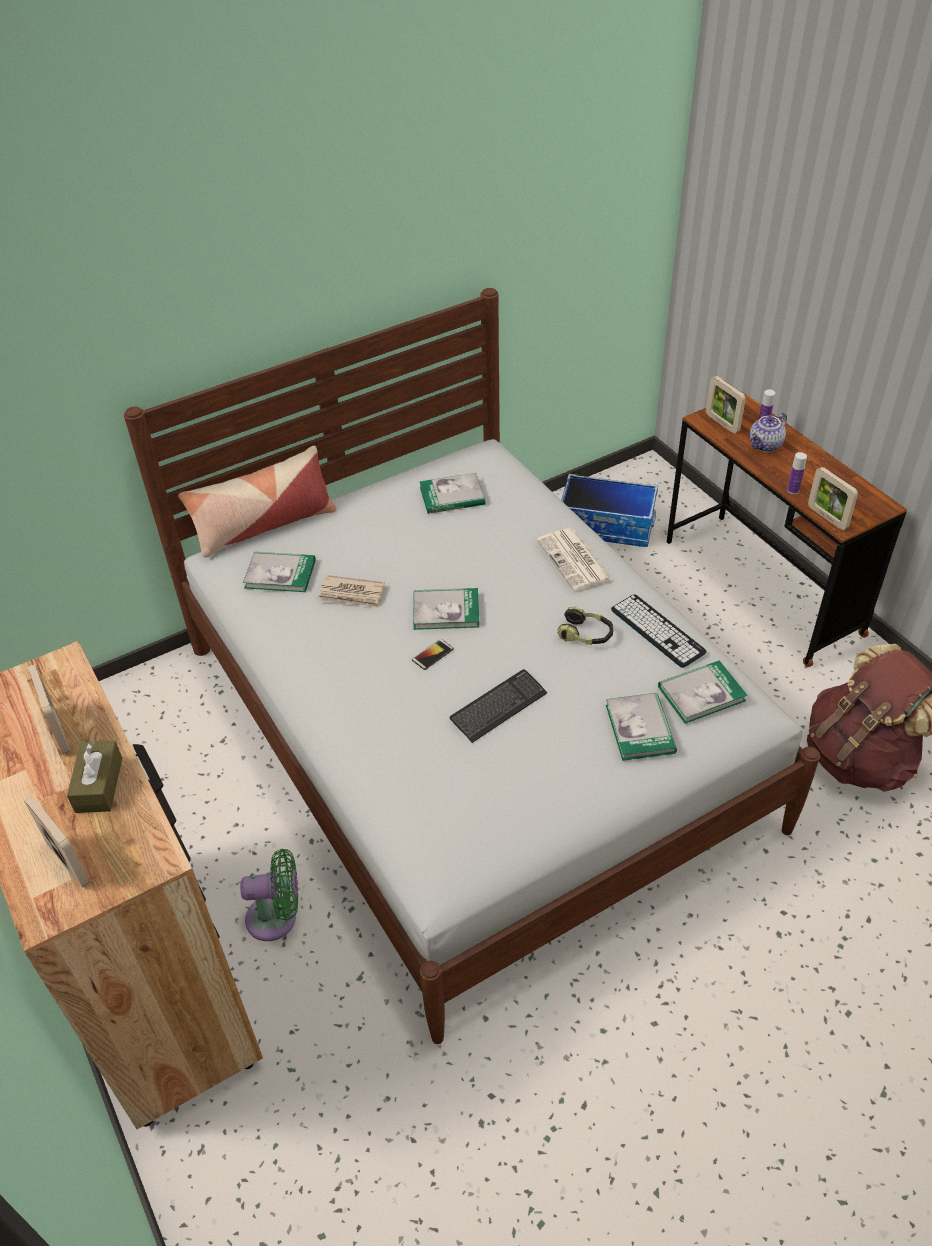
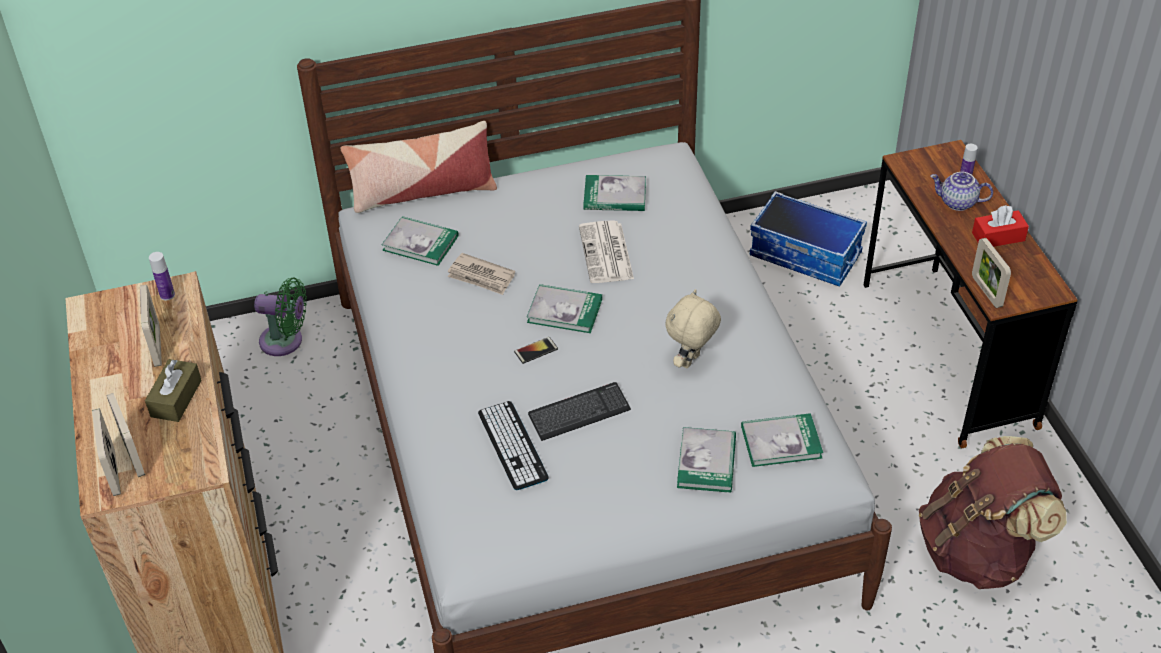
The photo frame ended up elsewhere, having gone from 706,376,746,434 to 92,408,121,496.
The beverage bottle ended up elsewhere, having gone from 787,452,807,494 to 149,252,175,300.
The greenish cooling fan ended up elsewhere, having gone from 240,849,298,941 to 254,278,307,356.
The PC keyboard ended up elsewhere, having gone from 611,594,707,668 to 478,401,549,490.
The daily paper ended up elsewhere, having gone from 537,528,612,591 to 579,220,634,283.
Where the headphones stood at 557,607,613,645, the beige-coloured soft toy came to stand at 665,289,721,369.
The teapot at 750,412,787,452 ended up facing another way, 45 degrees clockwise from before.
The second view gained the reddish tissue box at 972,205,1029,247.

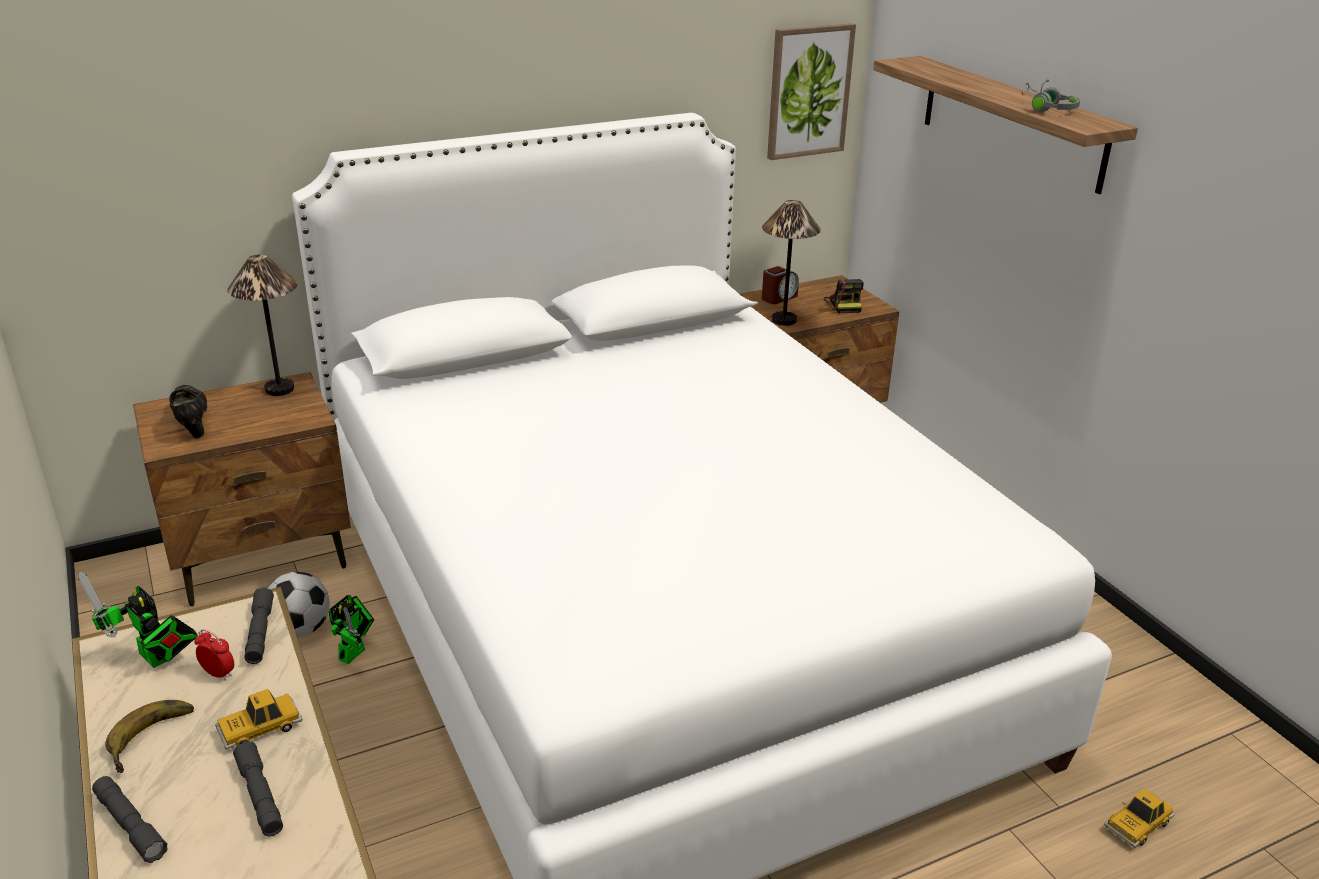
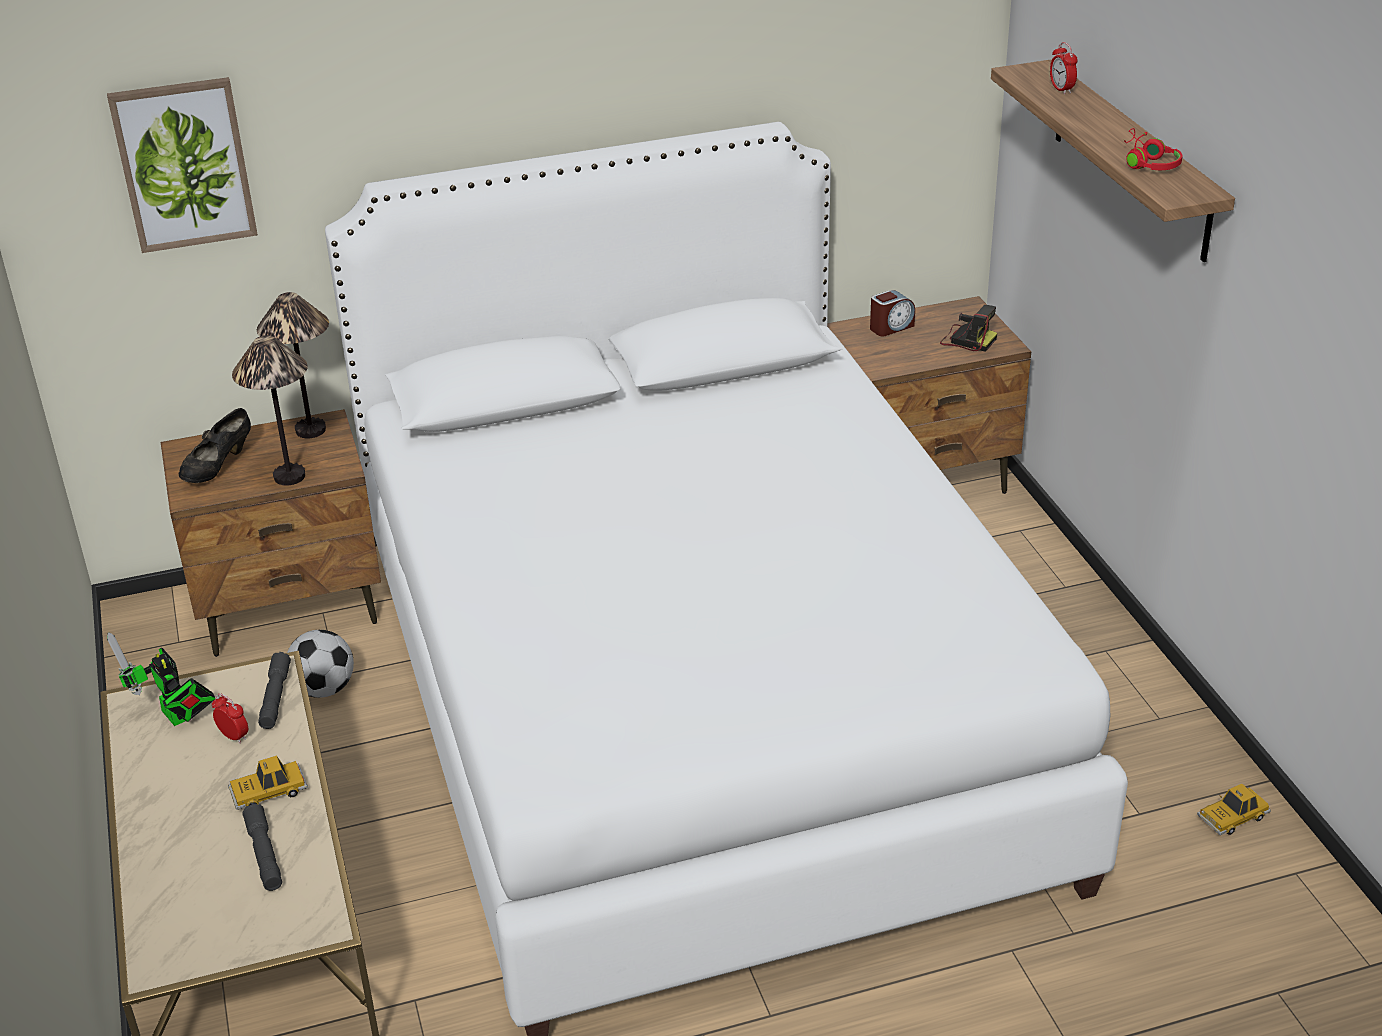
The wall art ended up elsewhere, having gone from 767,23,856,160 to 107,77,258,253.
The blackish low shoe at 169,385,207,438 ended up facing another way, 135 degrees counterclockwise from before.
The lamp for a table ended up elsewhere, having gone from 762,200,821,326 to 232,335,308,486.
The photo camera at 824,279,864,313 ended up facing another way, 60 degrees counterclockwise from before.
The second view gained the alarm clock at 1050,42,1078,94.
What was the greyish headphones at 1022,79,1080,112 turned into the reddish headphones at 1123,128,1183,170.
The model car ended up elsewhere, having gone from 1104,788,1175,848 to 1197,784,1271,835.
The second view lost the greyish hand torch at 92,776,168,863.
The second view lost the banana at 106,700,194,773.
The second view lost the robot figure at 329,595,374,664.

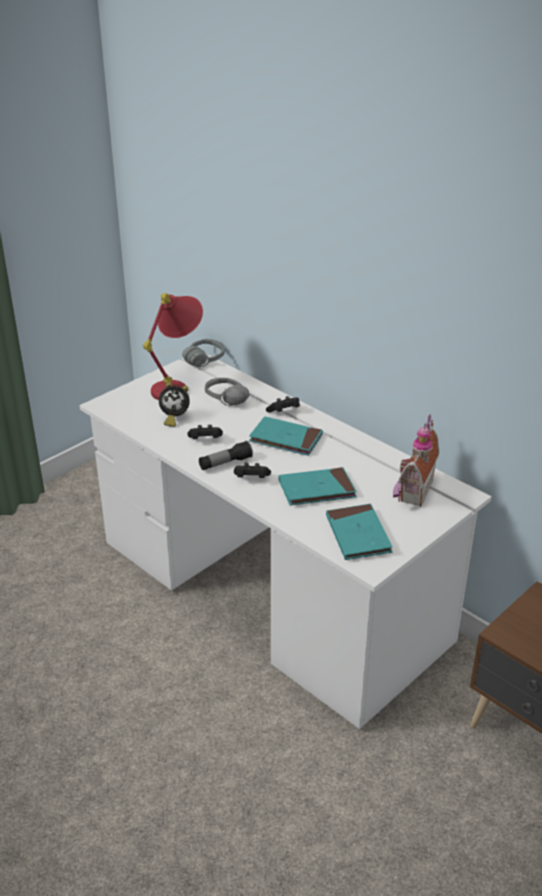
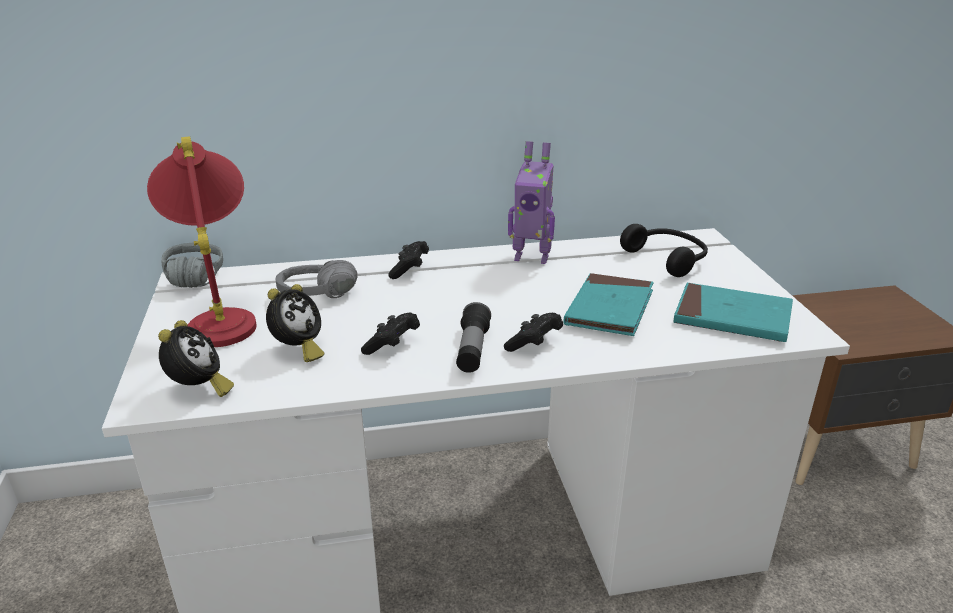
The second view gained the alarm clock at 158,320,234,397.
The second view gained the robot figure at 508,141,555,264.
Where the miniature house stood at 393,414,440,507, the blackish headphones came to stand at 620,224,708,277.
The second view lost the turquoise bound book at 249,416,323,456.

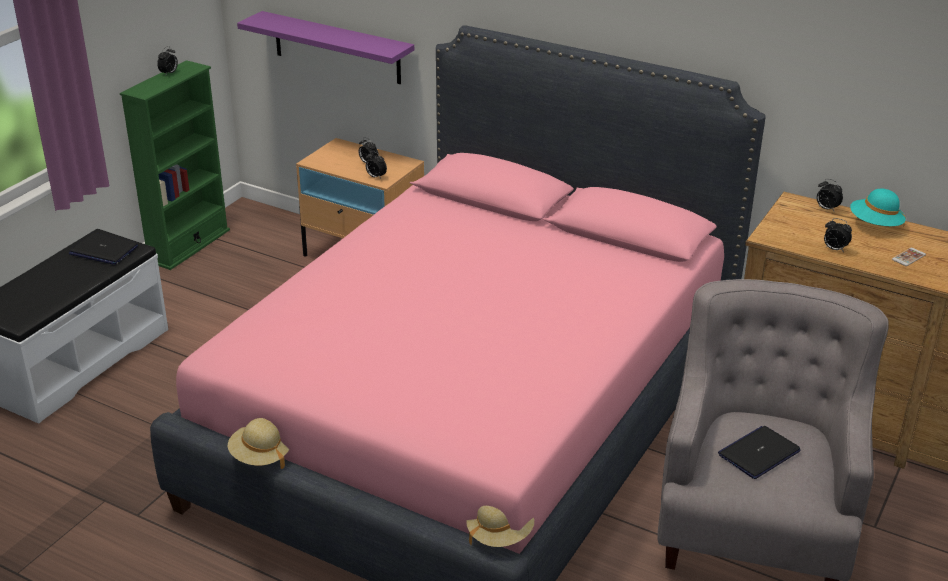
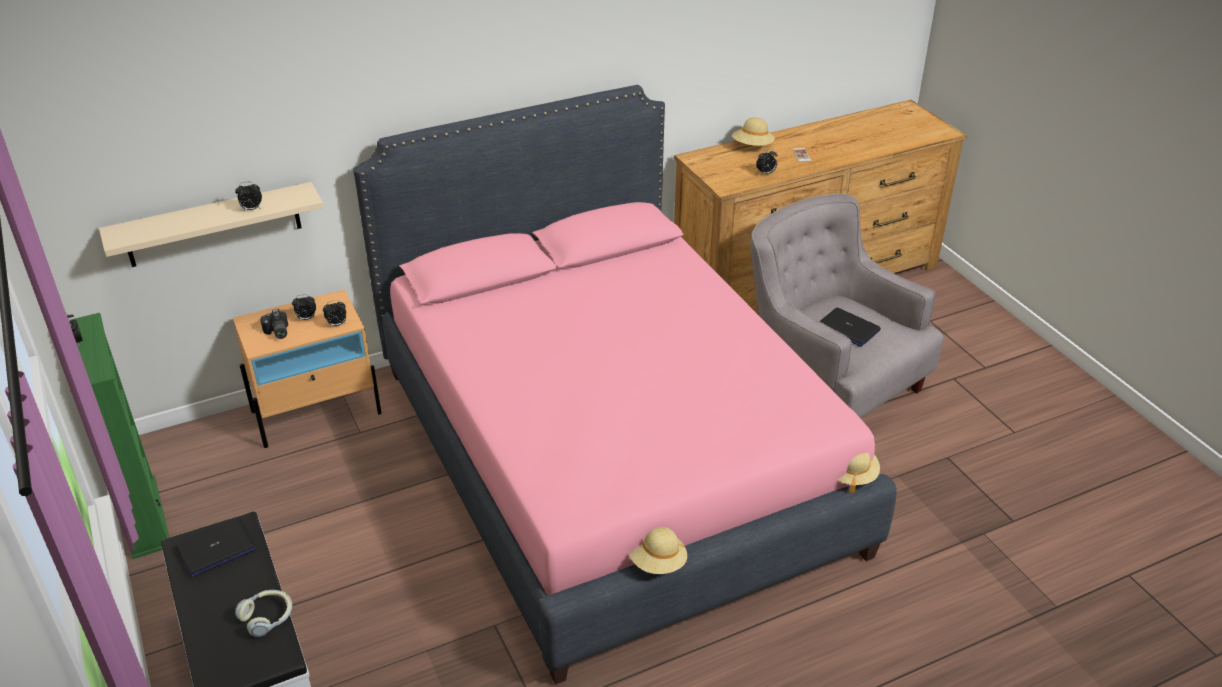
What was the purplish shelf at 237,11,414,84 turned into the beige-coloured shelf at 99,182,324,267.
The alarm clock ended up elsewhere, having gone from 816,179,843,211 to 235,182,262,210.
The second view gained the headphones at 235,590,292,637.
The second view gained the photo camera at 260,309,288,339.
What was the turquoise wearable hat at 850,188,906,227 turned into the beige-coloured wearable hat at 732,117,775,146.
The laptop at 718,426,801,479 ended up facing another way, 45 degrees counterclockwise from before.

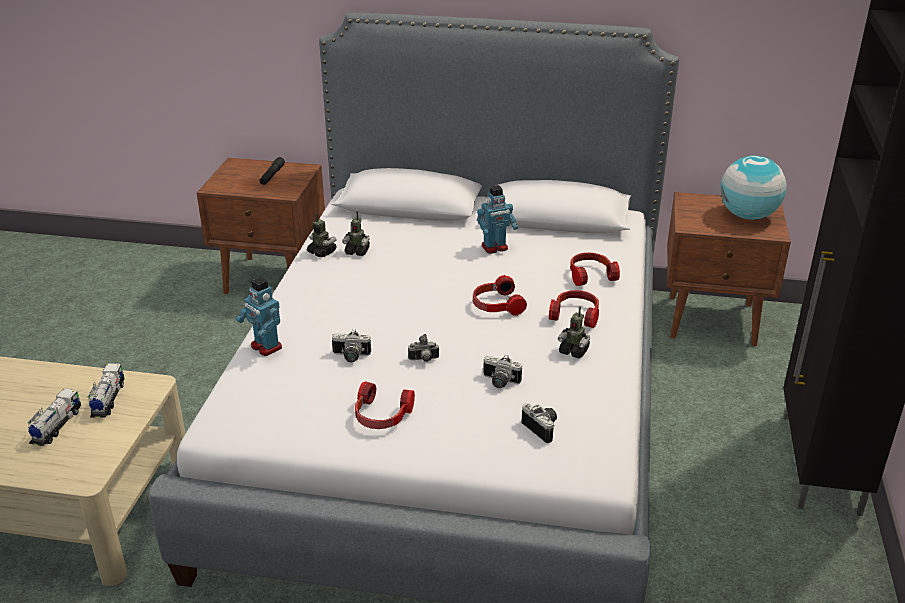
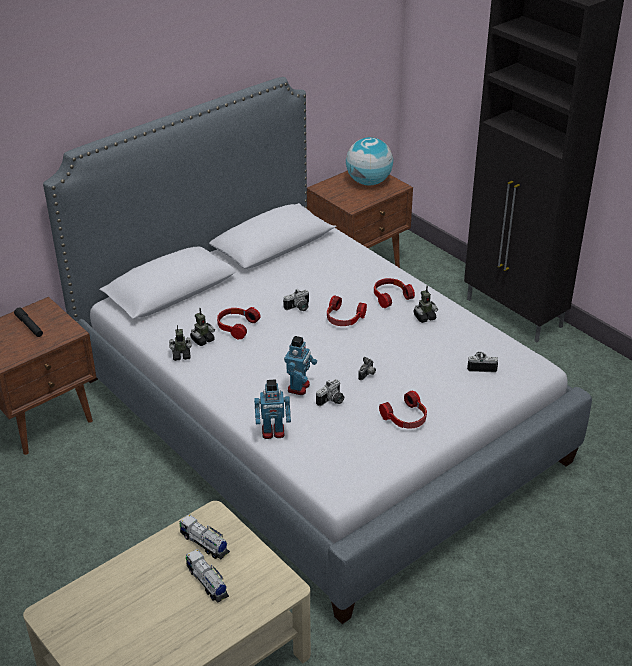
The headphones ended up elsewhere, having gone from 570,252,620,286 to 217,307,261,340.
The photo camera ended up elsewhere, having gone from 483,355,522,388 to 283,289,309,311.
The robot figure ended up elsewhere, having gone from 477,185,518,254 to 284,336,317,395.

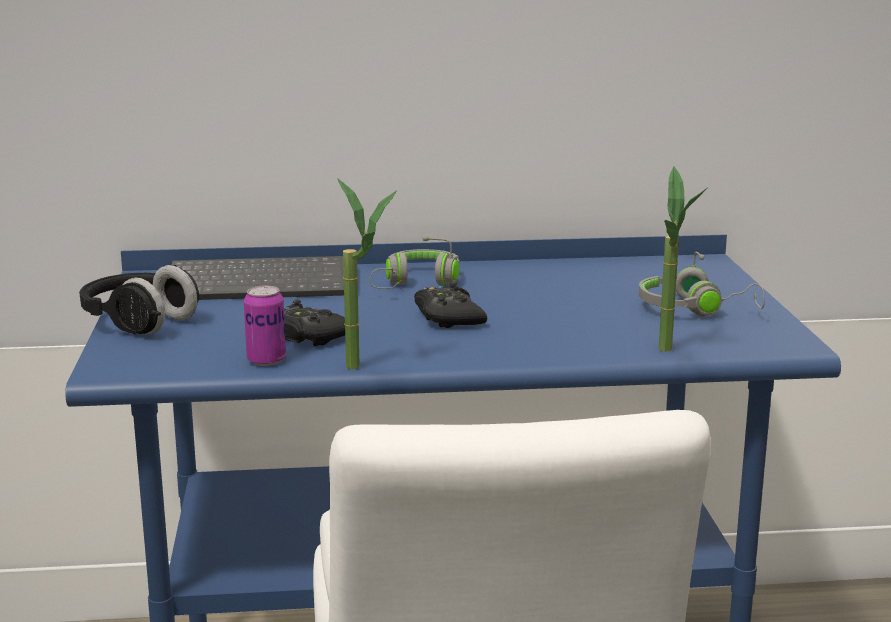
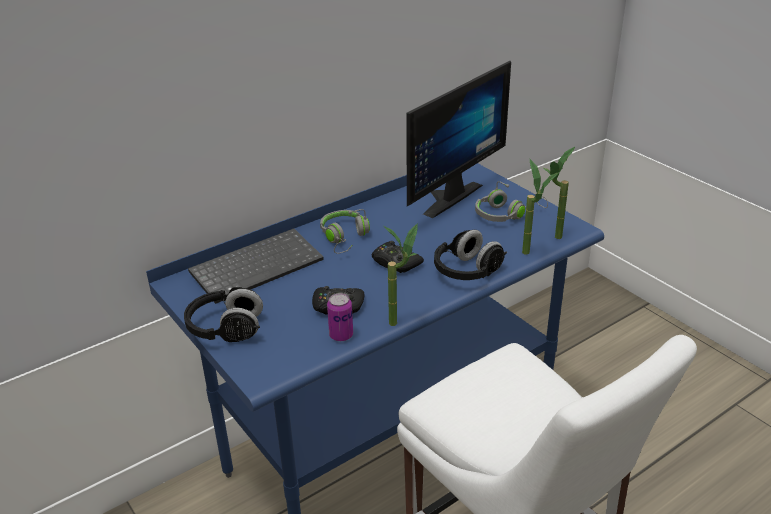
The second view gained the computer display at 406,61,511,218.
The second view gained the blackish headphones at 434,230,507,280.
The second view gained the potted plant at 544,147,575,239.

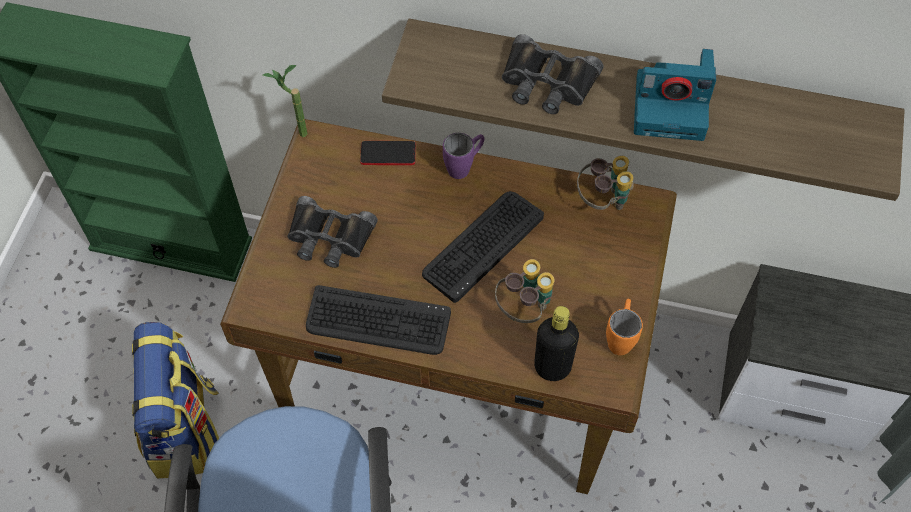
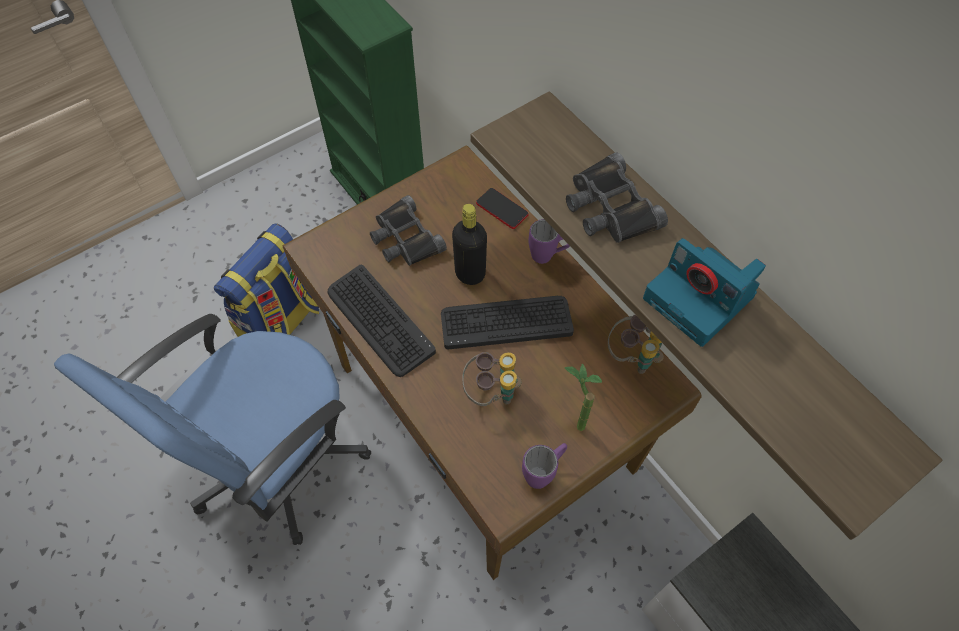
The blackish beverage bottle ended up elsewhere, having gone from 534,306,579,381 to 452,204,487,285.
What was the orange coffee mug at 606,299,643,355 turned into the purplish coffee mug at 522,443,567,489.
The potted plant ended up elsewhere, having gone from 263,65,307,137 to 564,363,602,431.

